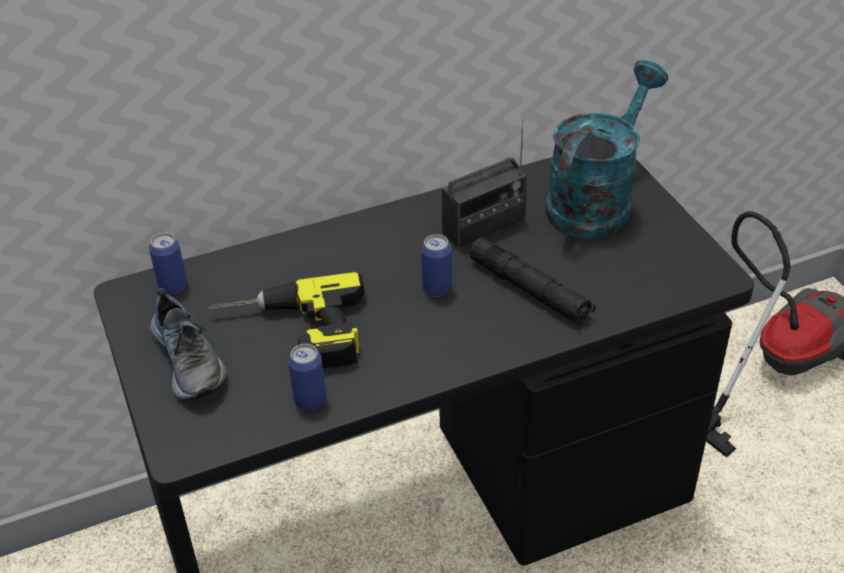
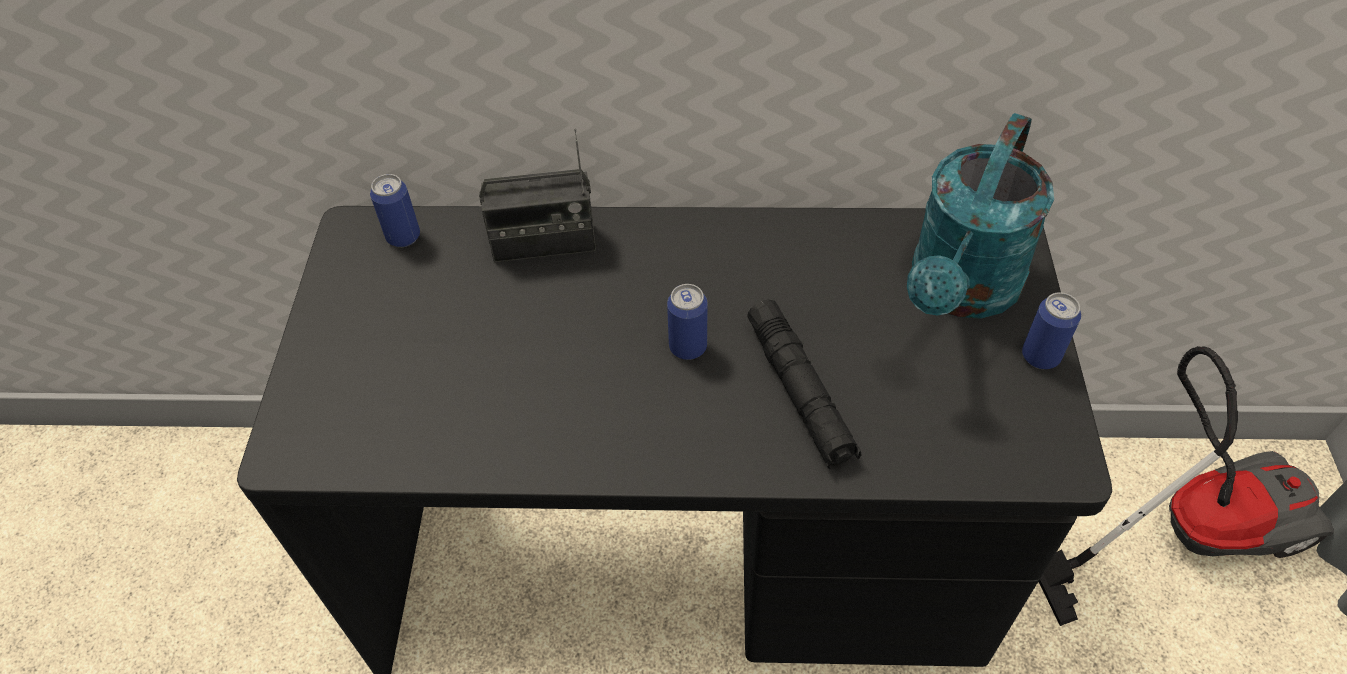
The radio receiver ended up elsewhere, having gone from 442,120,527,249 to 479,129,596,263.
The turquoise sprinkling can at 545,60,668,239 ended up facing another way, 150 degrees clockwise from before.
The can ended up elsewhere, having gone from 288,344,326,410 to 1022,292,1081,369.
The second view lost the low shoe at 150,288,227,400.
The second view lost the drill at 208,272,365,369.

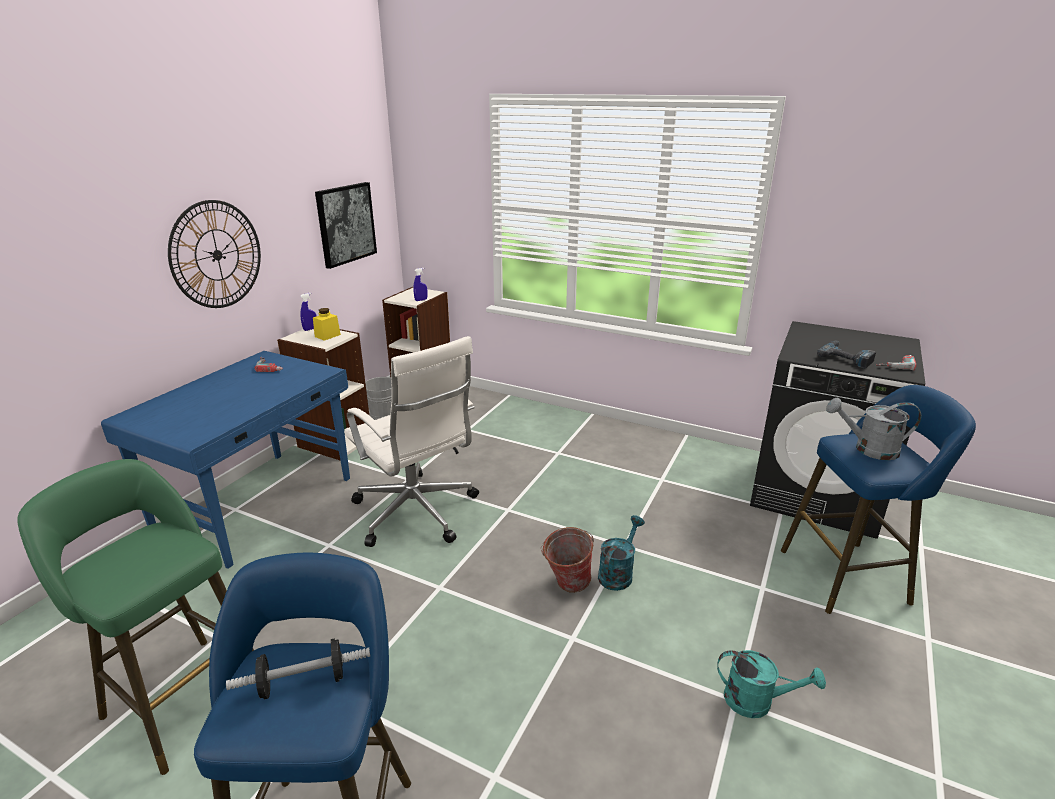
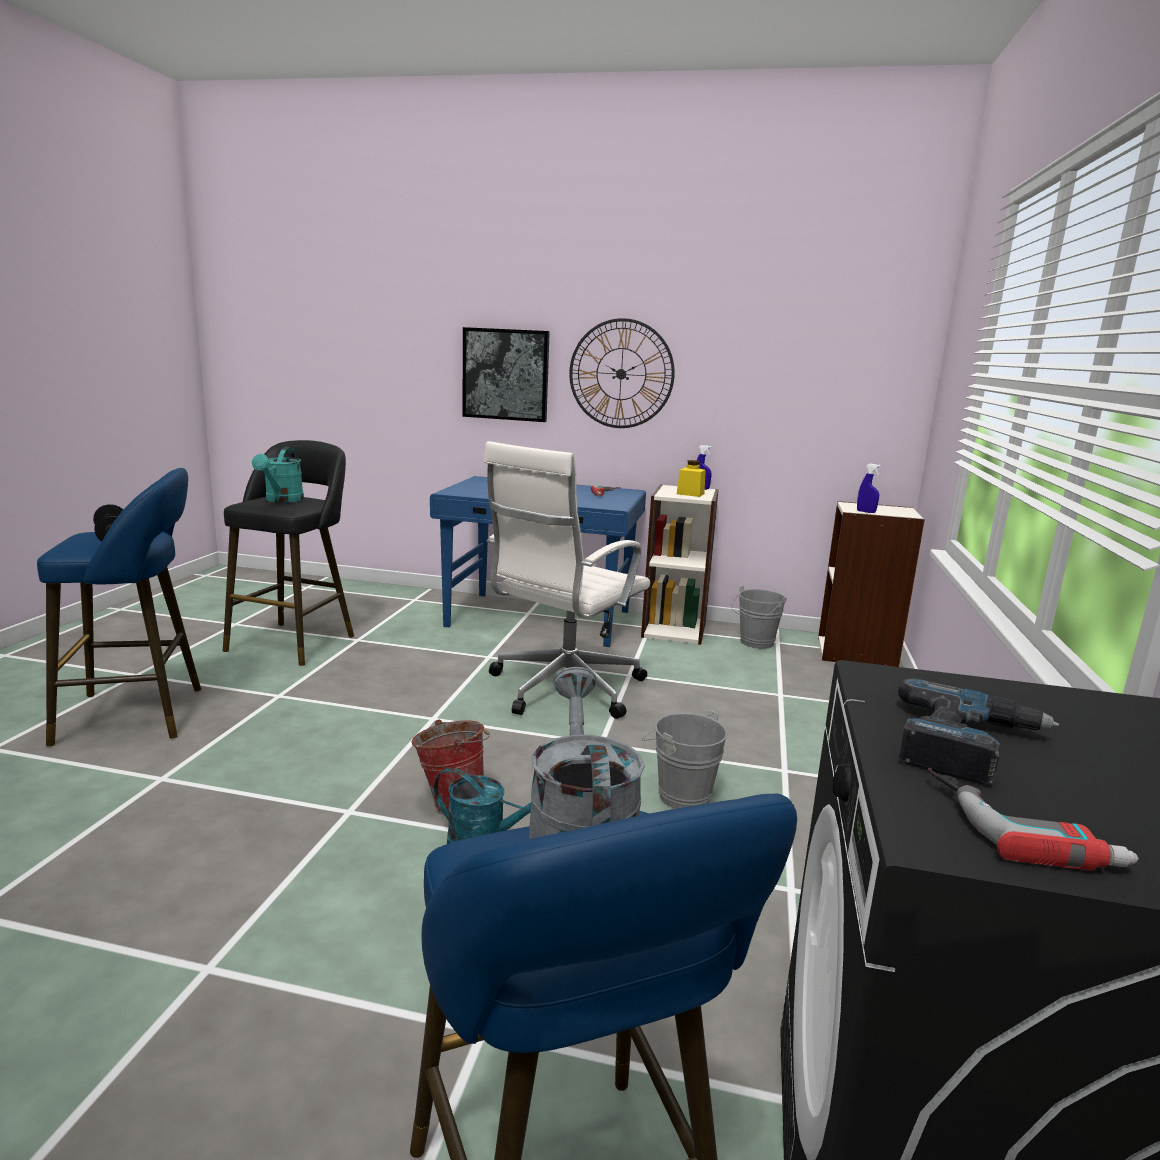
What was the greenish stool seat at 17,459,254,775 turned into the blackish stool seat at 223,440,354,666.
The turquoise sprinkling can ended up elsewhere, having gone from 717,650,826,718 to 252,447,304,503.
The wall art ended up elsewhere, having gone from 315,182,377,269 to 462,327,550,422.
The second view gained the greyish water bucket at 642,710,728,809.

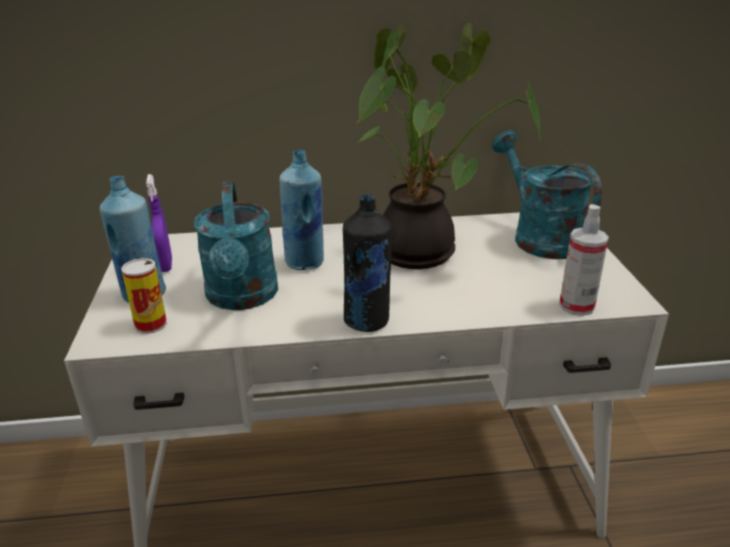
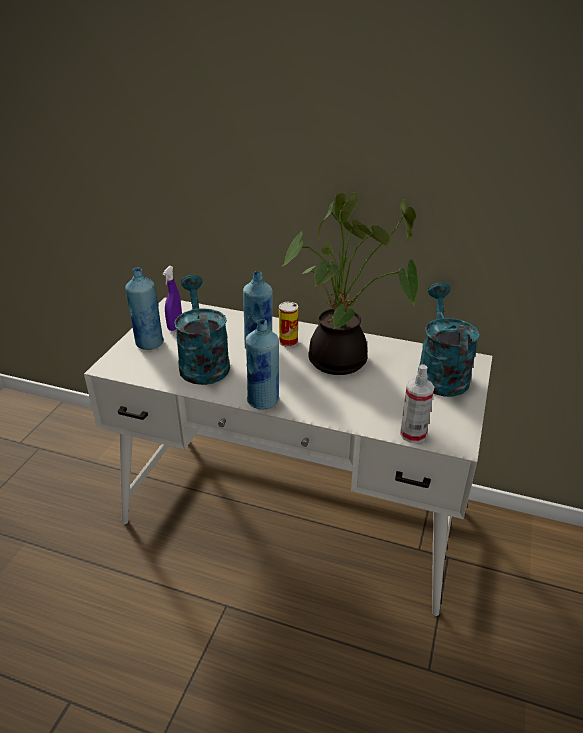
The turquoise sprinkling can at 194,181,278,310 ended up facing another way, 150 degrees clockwise from before.
What was the blackish beverage bottle at 343,195,392,332 turned into the blue beverage bottle at 246,319,279,410.
The can ended up elsewhere, having gone from 121,258,167,334 to 279,302,298,347.

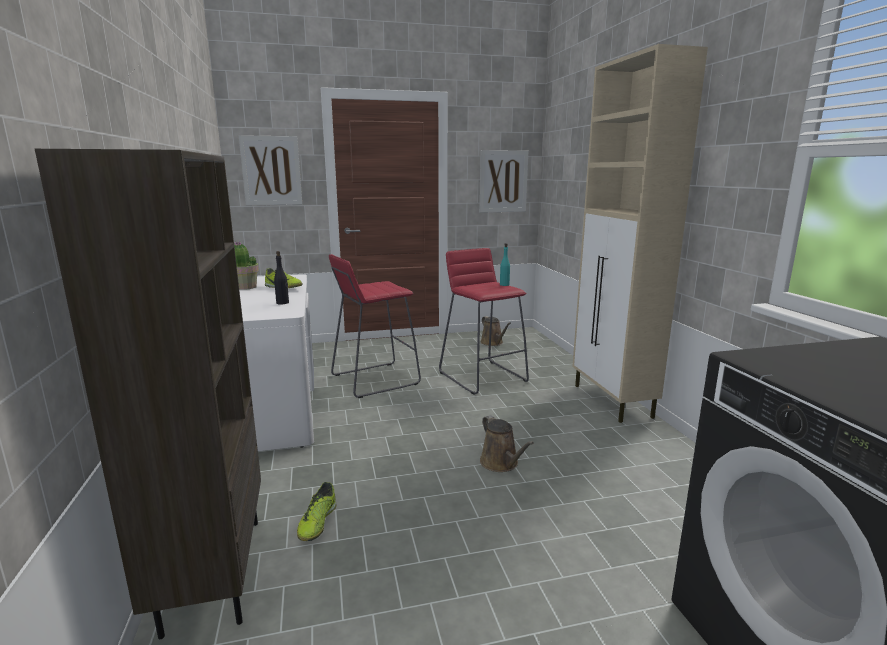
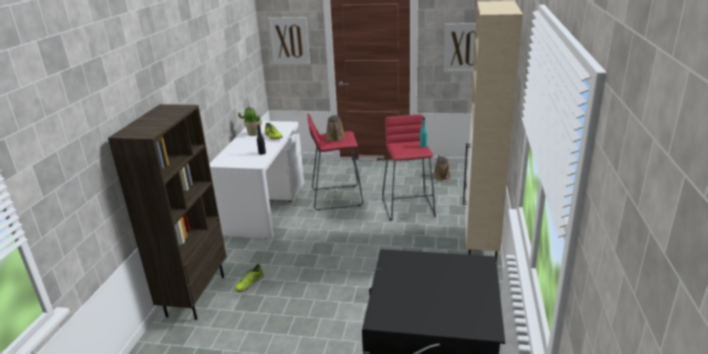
The brown-coloured sprinkling can ended up elsewhere, having gone from 480,415,534,472 to 326,114,345,141.

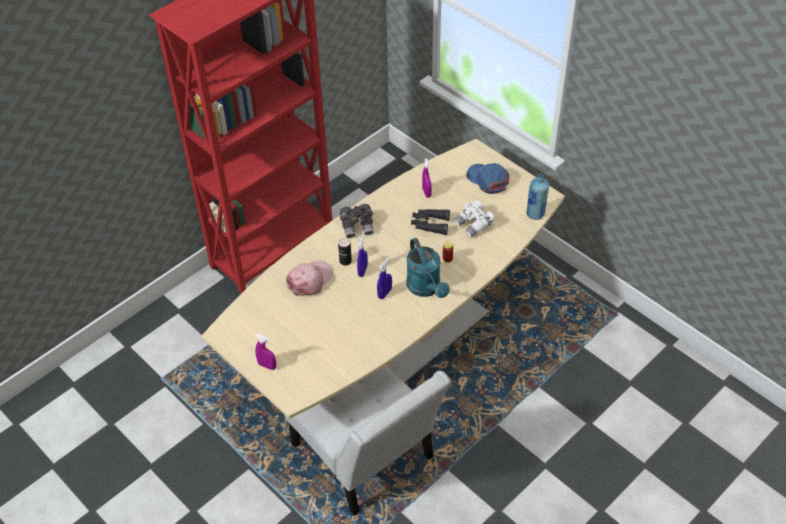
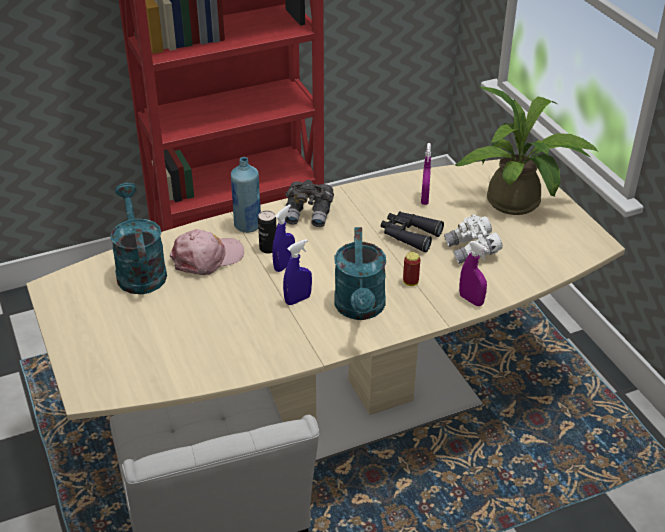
The second view gained the turquoise sprinkling can at 110,183,167,294.
The blue beverage bottle ended up elsewhere, having gone from 526,174,549,220 to 231,157,261,233.
Where the blue baseball cap stood at 466,163,509,194, the potted plant came to stand at 455,85,598,215.
The purplish hand sprayer ended up elsewhere, having gone from 255,334,276,370 to 459,241,488,306.

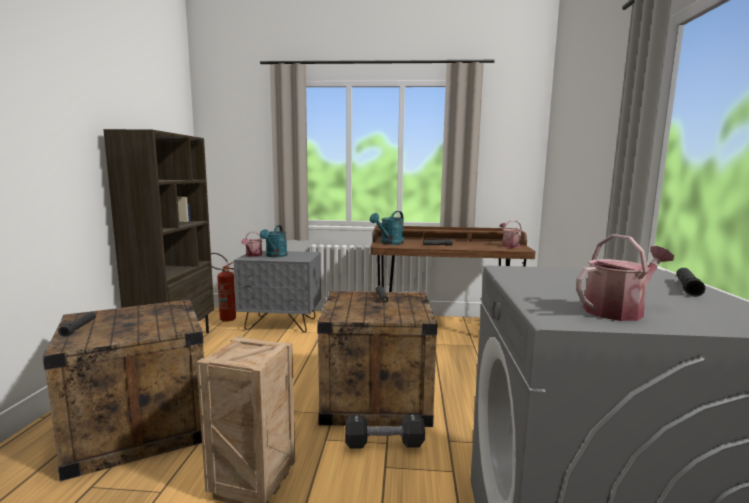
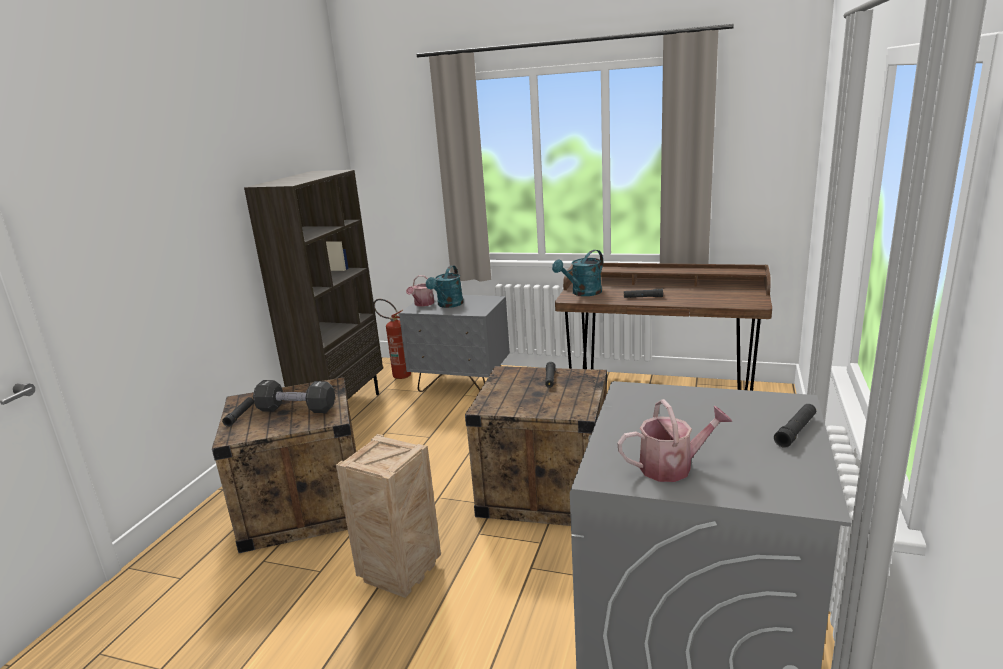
The blackish dumbbell ended up elsewhere, having gone from 345,414,425,449 to 253,380,335,413.
The second view lost the sprinkling can at 499,220,522,248.

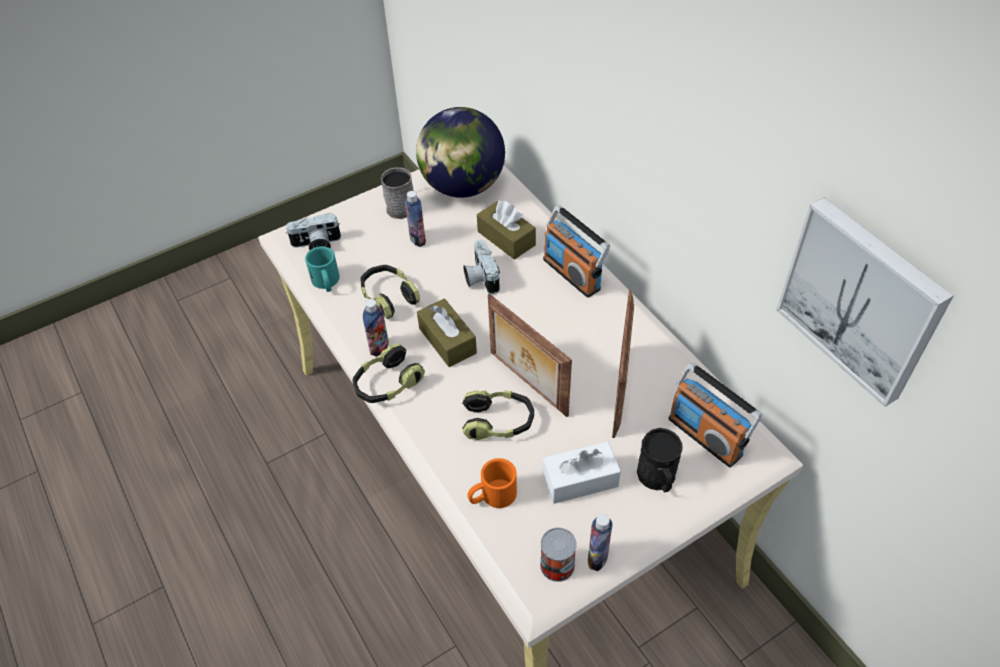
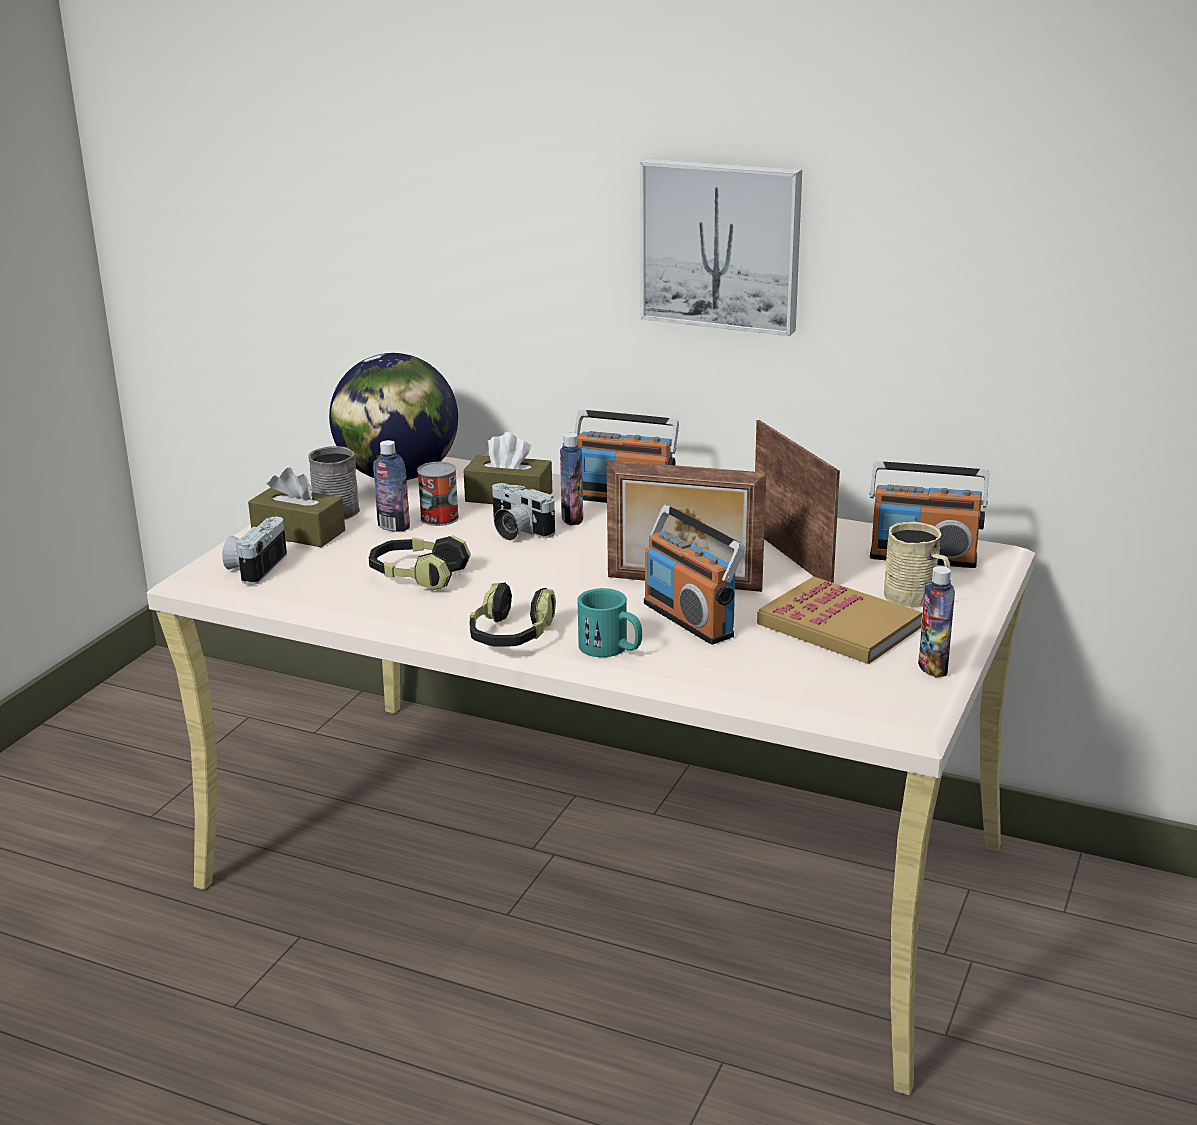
The photo camera at 286,213,341,250 ended up facing another way, 150 degrees clockwise from before.
The brown-coloured tissue box ended up elsewhere, having gone from 417,298,477,367 to 248,468,345,547.
The can ended up elsewhere, having gone from 540,527,577,582 to 417,462,459,526.
The beverage bottle ended up elsewhere, having gone from 363,299,389,357 to 560,433,583,526.
The turquoise coffee mug ended up elsewhere, having gone from 305,246,340,292 to 577,588,642,657.
The wall art ended up elsewhere, having gone from 777,197,954,407 to 640,158,802,336.
Where the headphones stood at 462,390,534,440, the radio receiver came to stand at 644,505,745,644.
Where the whitish tissue box stood at 542,441,621,504, the bound book came to stand at 757,576,922,664.
What was the blackish coffee mug at 637,428,682,493 turned into the beige-coloured coffee mug at 884,522,951,607.
The second view lost the orange coffee mug at 468,458,517,508.

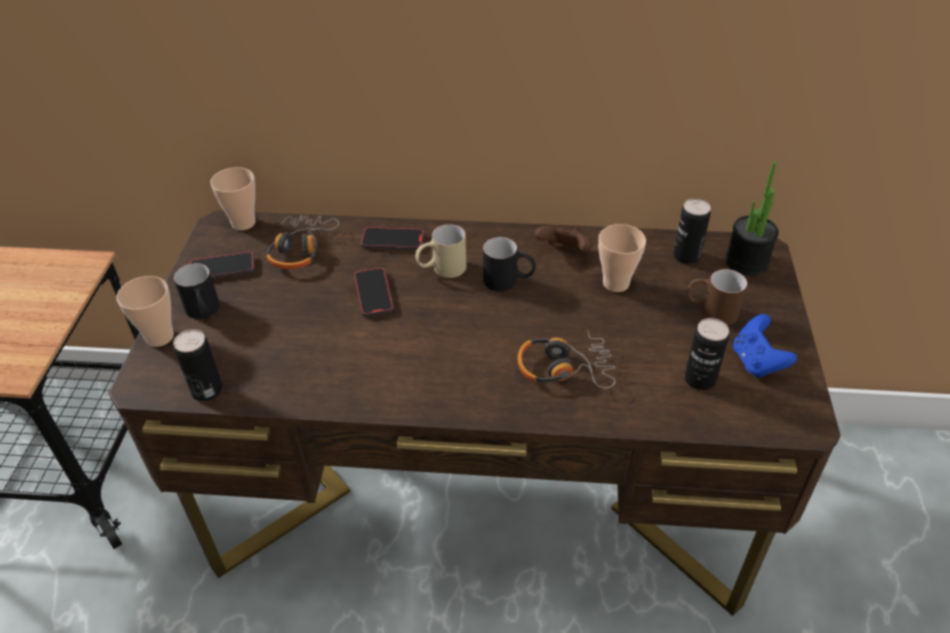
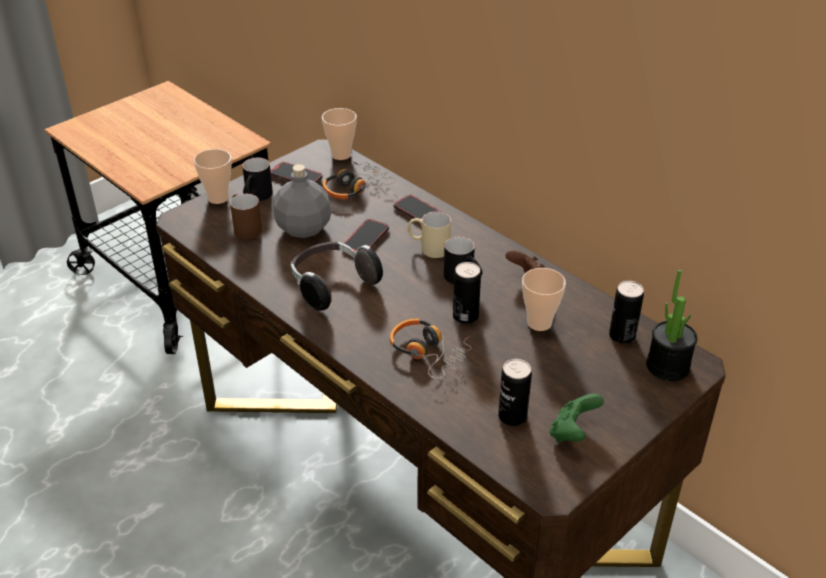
The brown-coloured coffee mug ended up elsewhere, having gone from 687,269,747,326 to 230,194,262,239.
The second view gained the greyish beverage bottle at 273,164,331,238.
The second view gained the headphones at 291,241,383,311.
The can ended up elsewhere, having gone from 173,329,223,401 to 453,262,481,324.
What was the blue joypad at 733,314,797,378 turned into the greenish joypad at 550,394,604,442.

